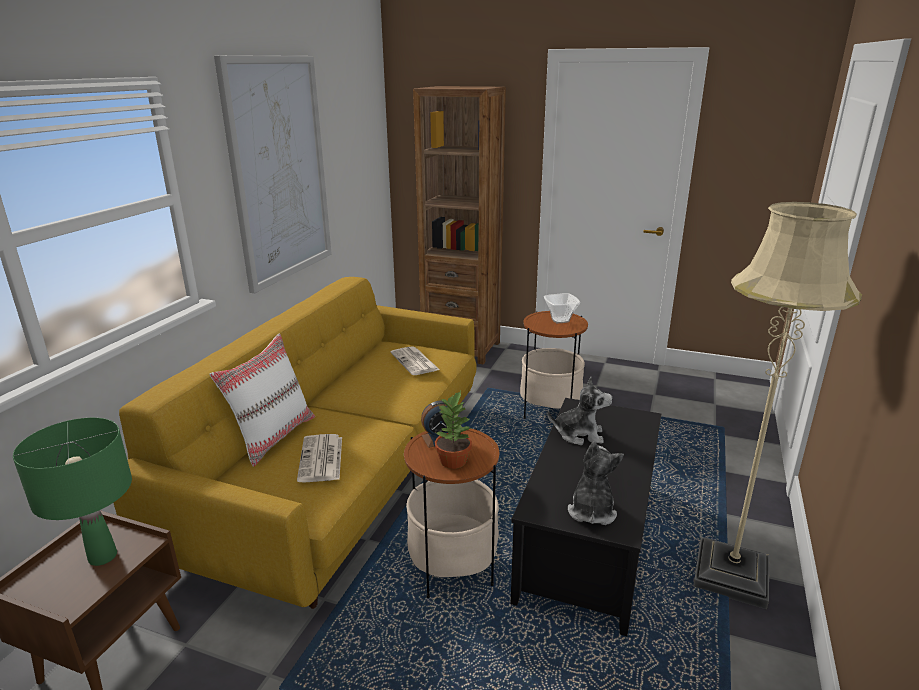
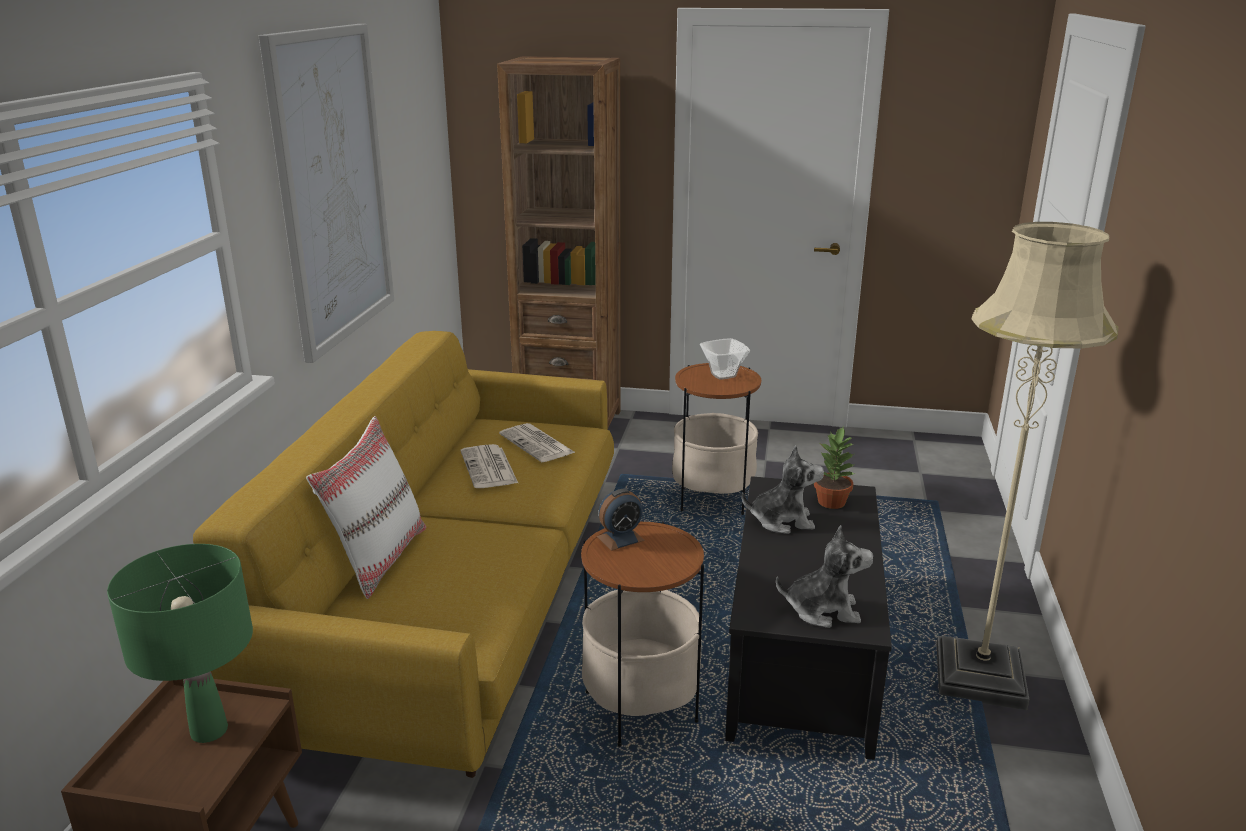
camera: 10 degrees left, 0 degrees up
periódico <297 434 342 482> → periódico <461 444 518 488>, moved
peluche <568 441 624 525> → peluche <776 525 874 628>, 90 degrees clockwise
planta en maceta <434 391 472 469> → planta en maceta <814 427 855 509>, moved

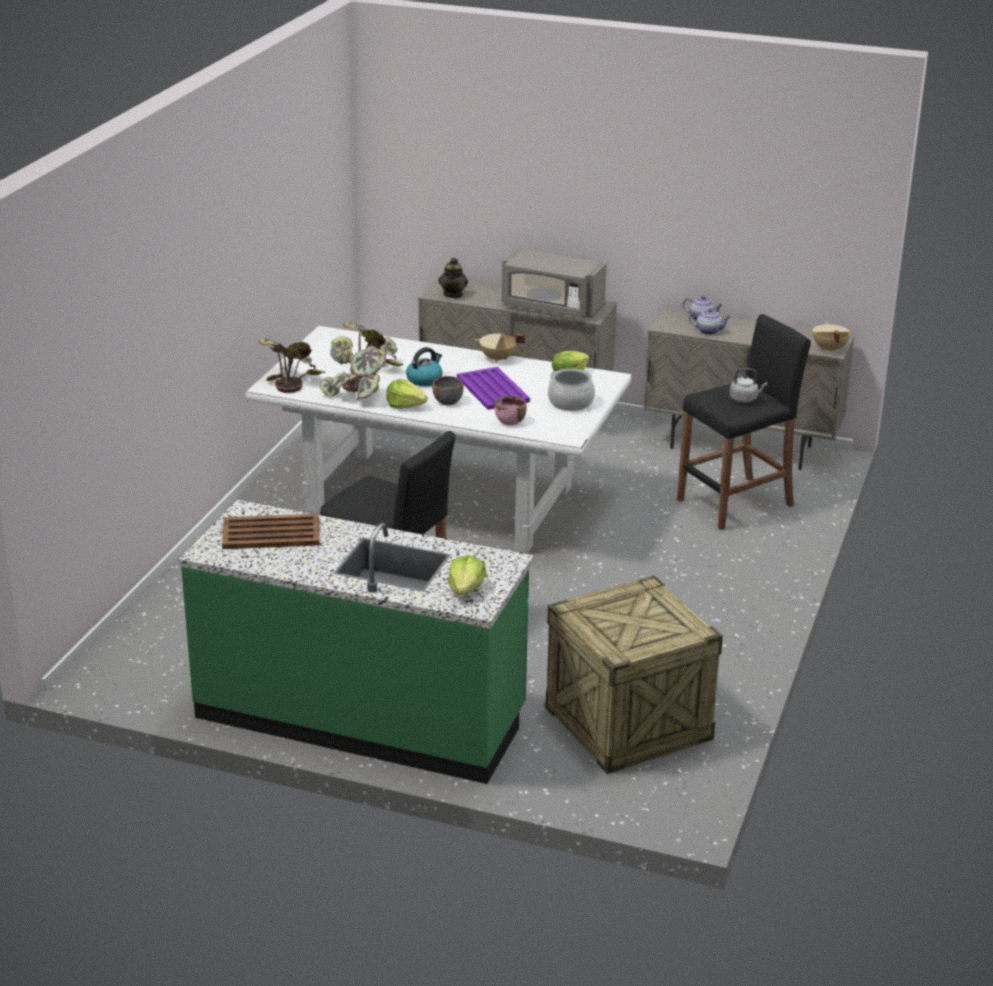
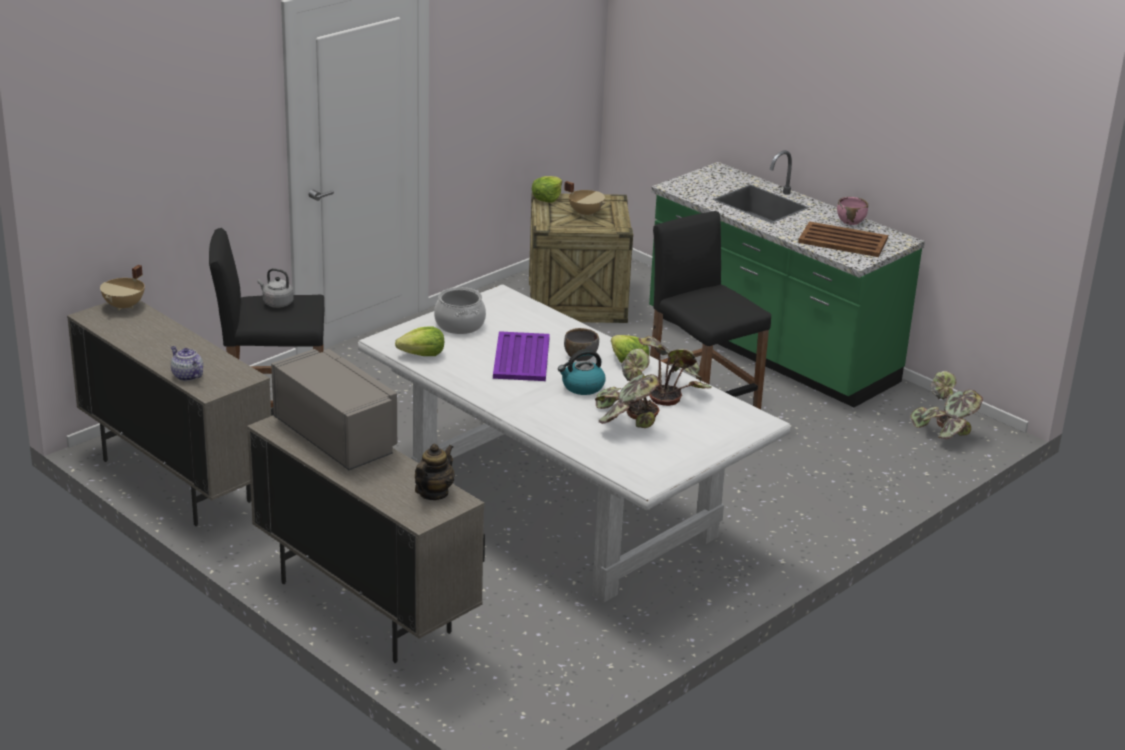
camera: 155 degrees left, 0 degrees up
lechuga <448 555 486 595> → lechuga <532 176 562 203>, moved
olla/beis <475 334 526 363> → olla/beis <564 181 606 216>, moved
cuenco/rosa <495 395 527 425> → cuenco/rosa <837 197 868 225>, moved
planta en maceta <258 337 326 393> → planta en maceta <911 371 983 439>, moved
tetera <689 308 731 335> → -

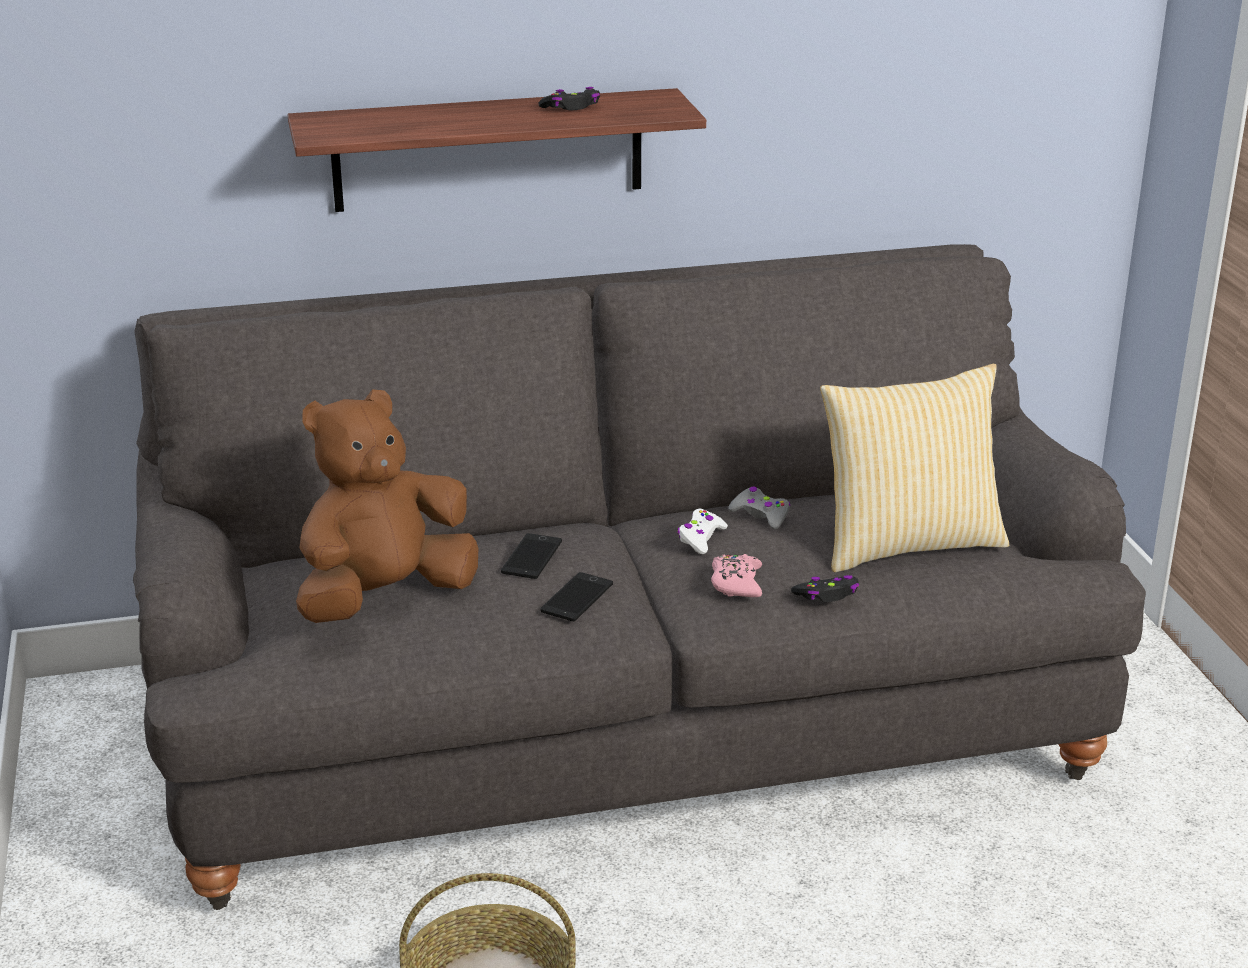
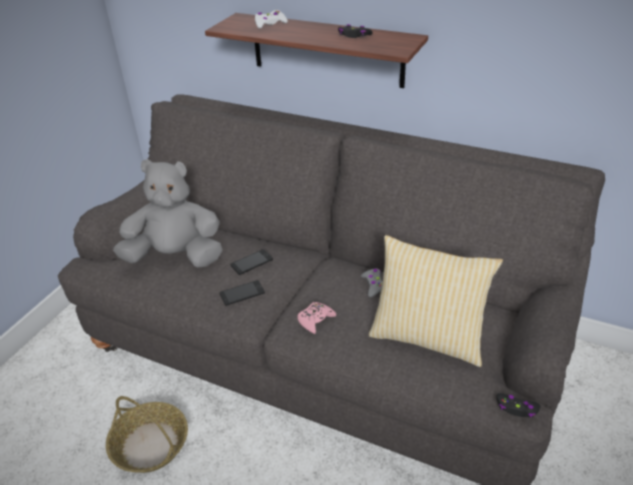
camera: 40 degrees right, 10 degrees up
peluche/marrón <296 389 478 623> → peluche/gris <113 159 222 268>
mando de consola/blanco <677 509 728 554> → mando de consola/blanco <255 10 288 29>, moved
mando de consola/negro <791 575 859 602> → mando de consola/negro <496 393 541 417>, moved

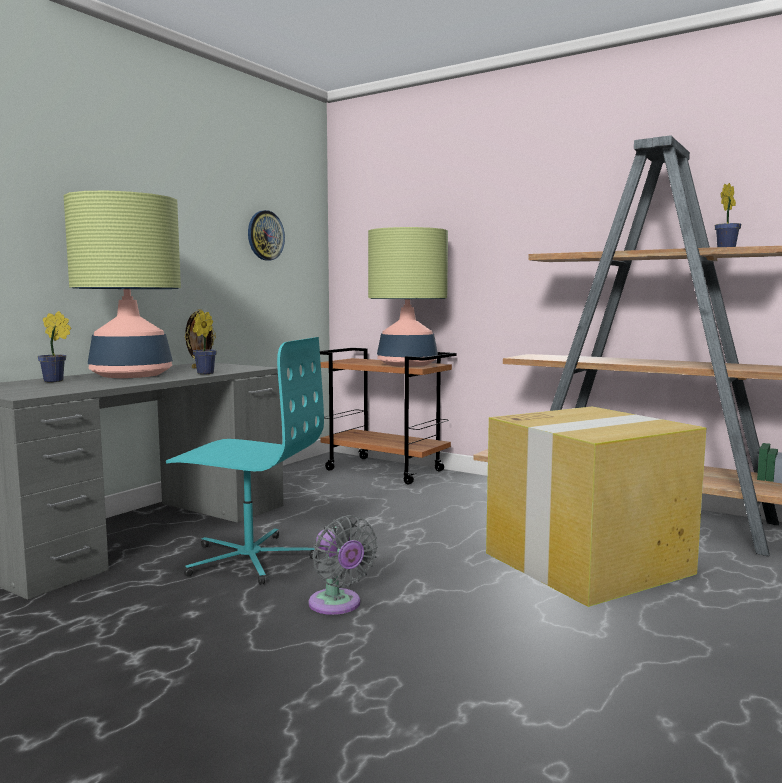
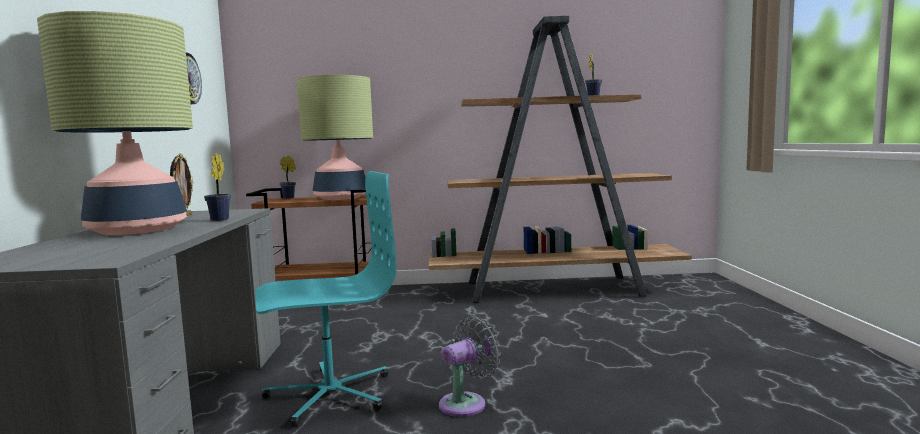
camera: 35 degrees left, 0 degrees up
planta en maceta <38 311 71 382> → planta en maceta <279 155 296 199>, moved
ventilador/gris <309 515 378 615> → ventilador/gris <439 316 501 417>, 60 degrees counterclockwise
caja de cartón <486 407 706 607> → -

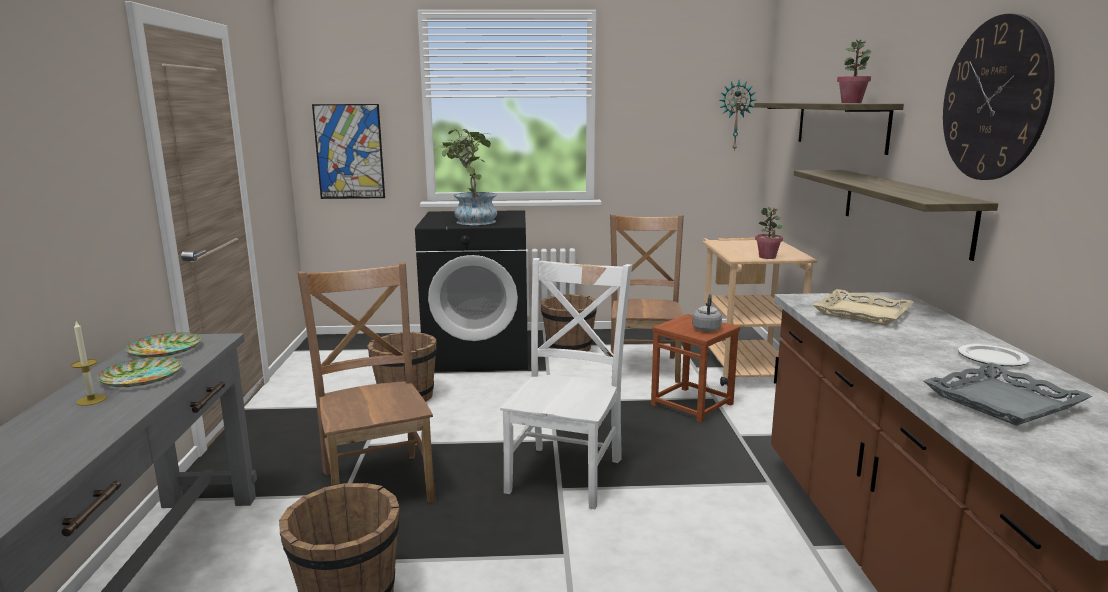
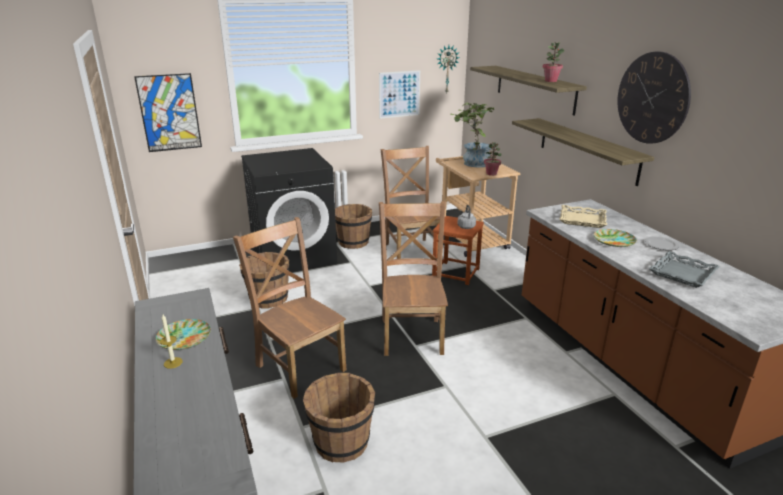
camera: 20 degrees left, 10 degrees up
- → cuadro <379 70 420 119>
silla/blanco <500 258 632 509> → silla/marrón <379 201 448 356>
planta en maceta <433 127 497 225> → planta en maceta <450 102 495 167>, moved
plato <125 332 201 358> → plato <594 229 637 247>, moved

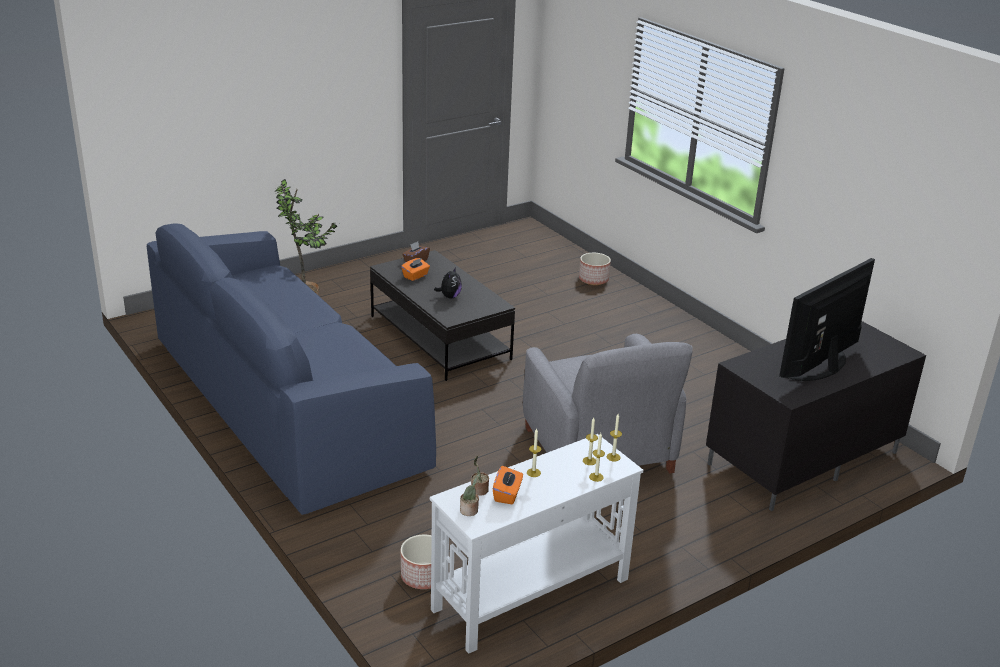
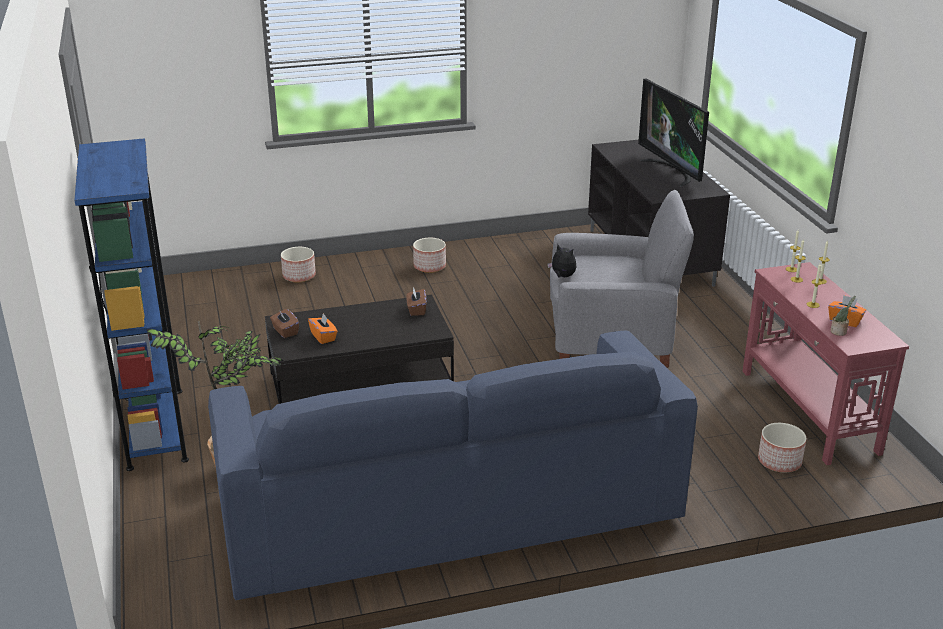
camera: 70 degrees left, 0 degrees up
- → estantería/azul <75 138 189 471>
- → caja de pañuelos/marrón <407 287 427 316>
- → maceta <413 238 446 273>
peluche <434 267 462 299> → peluche <547 244 577 278>, moved
mesa consola/blanco <430 434 643 654> → mesa consola/rojo <742 262 909 465>
planta en maceta <460 473 480 516> → -

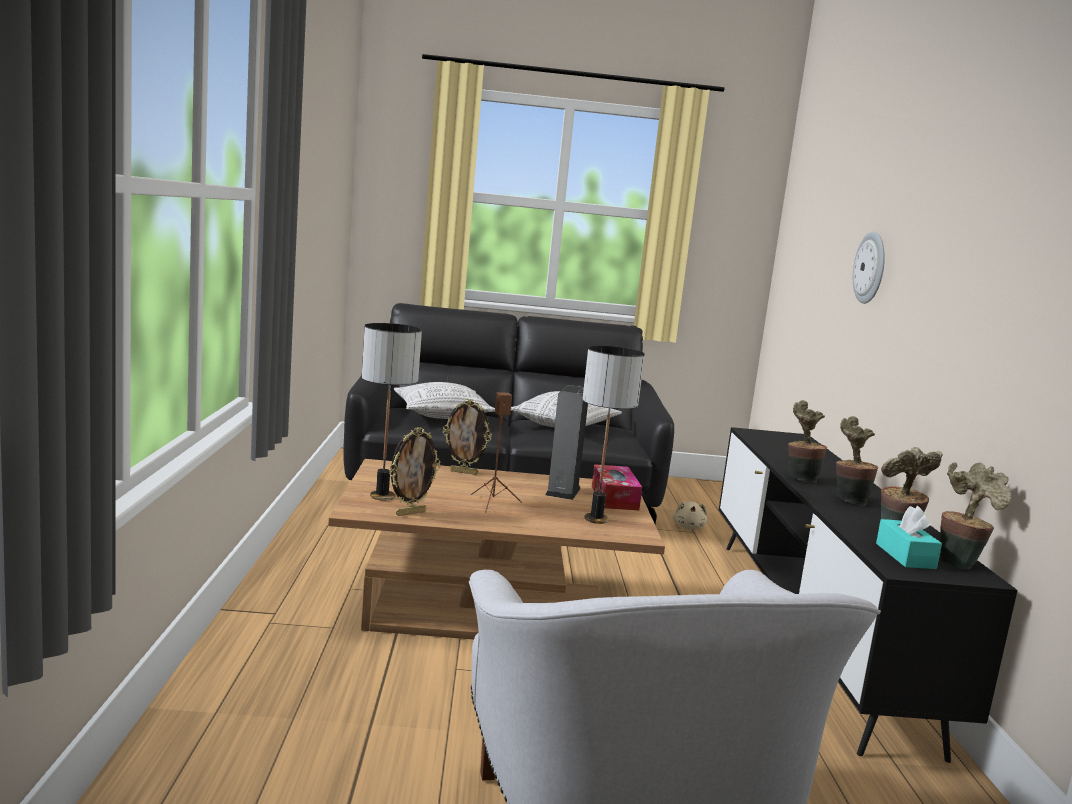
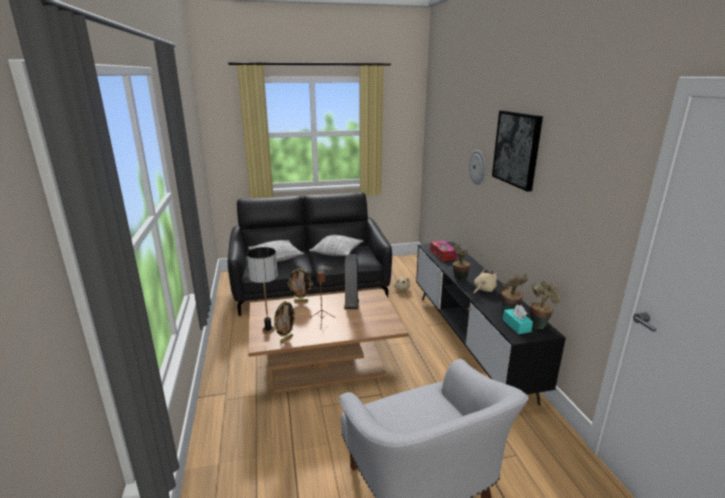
camera: 10 degrees left, 10 degrees up
caja de pañuelos <592 464 642 510> → caja de pañuelos <430 241 457 261>, moved
planta en maceta <836 416 878 505> → peluche/beis <473 269 497 294>
- → cuadro <492 110 543 192>
lámpara de mesa <582 346 645 524> → -

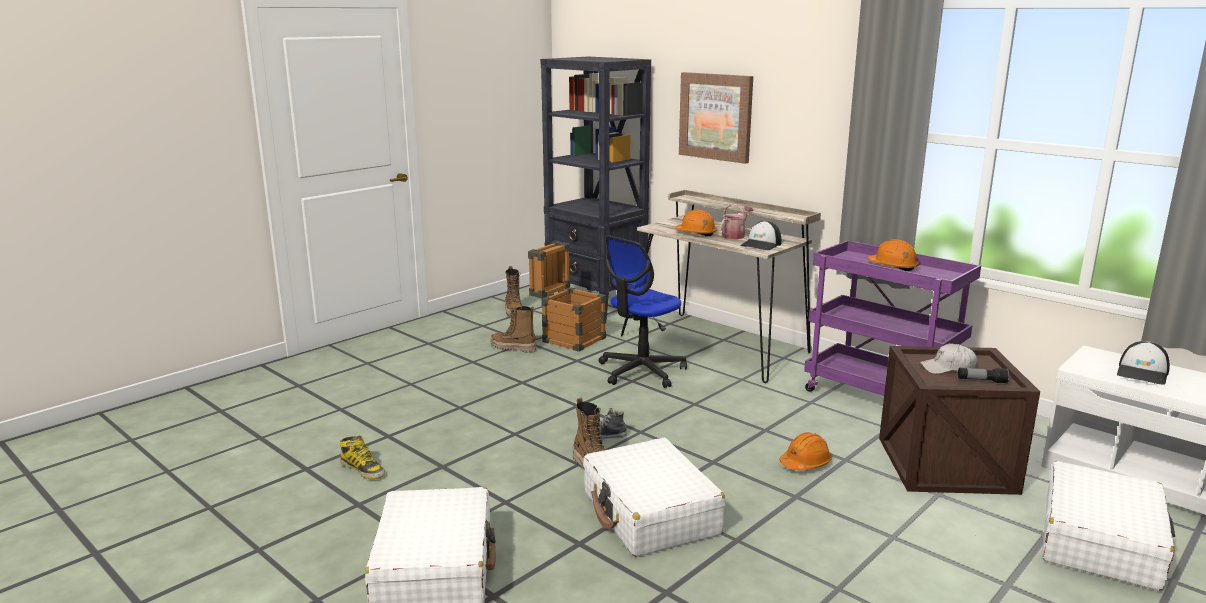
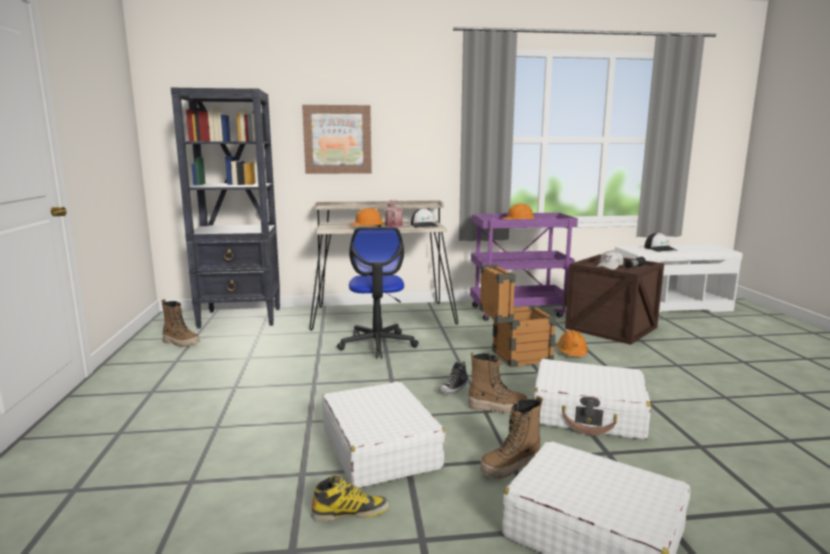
camera: 50 degrees left, 5 degrees down
maleta/blanco <1042 461 1175 591> → maleta/blanco <322 382 446 488>, moved
caja de embalaje <528 242 606 352> → caja de embalaje <480 264 556 367>, moved
bota <491 306 537 353> → bota <480 396 543 479>, moved

